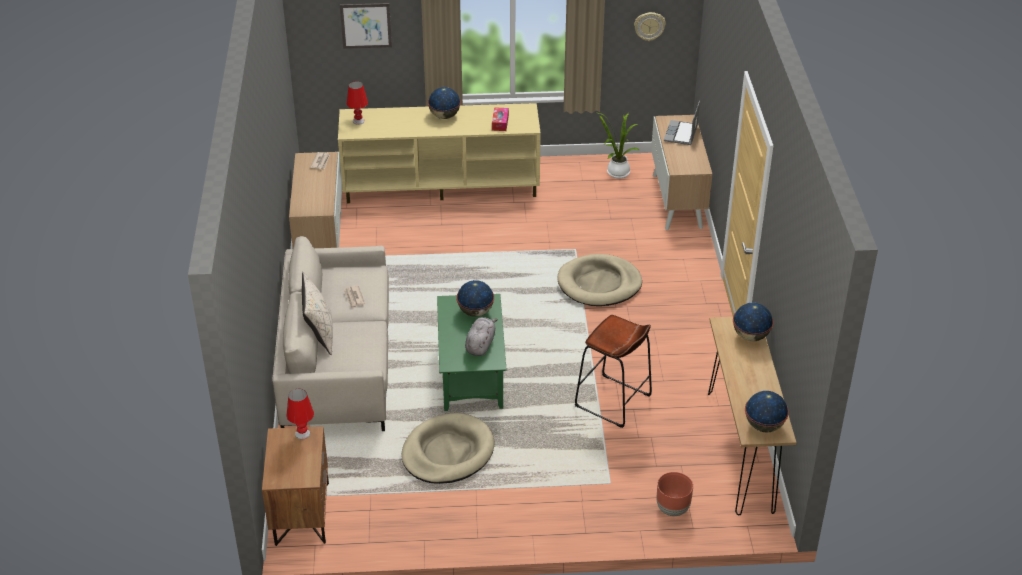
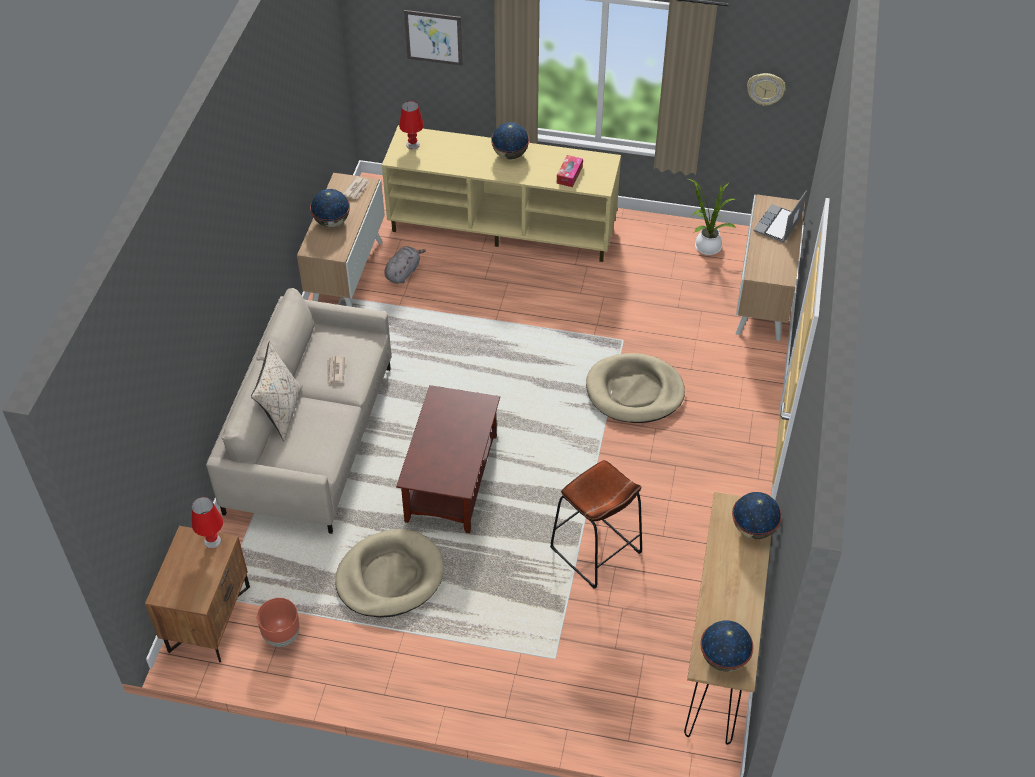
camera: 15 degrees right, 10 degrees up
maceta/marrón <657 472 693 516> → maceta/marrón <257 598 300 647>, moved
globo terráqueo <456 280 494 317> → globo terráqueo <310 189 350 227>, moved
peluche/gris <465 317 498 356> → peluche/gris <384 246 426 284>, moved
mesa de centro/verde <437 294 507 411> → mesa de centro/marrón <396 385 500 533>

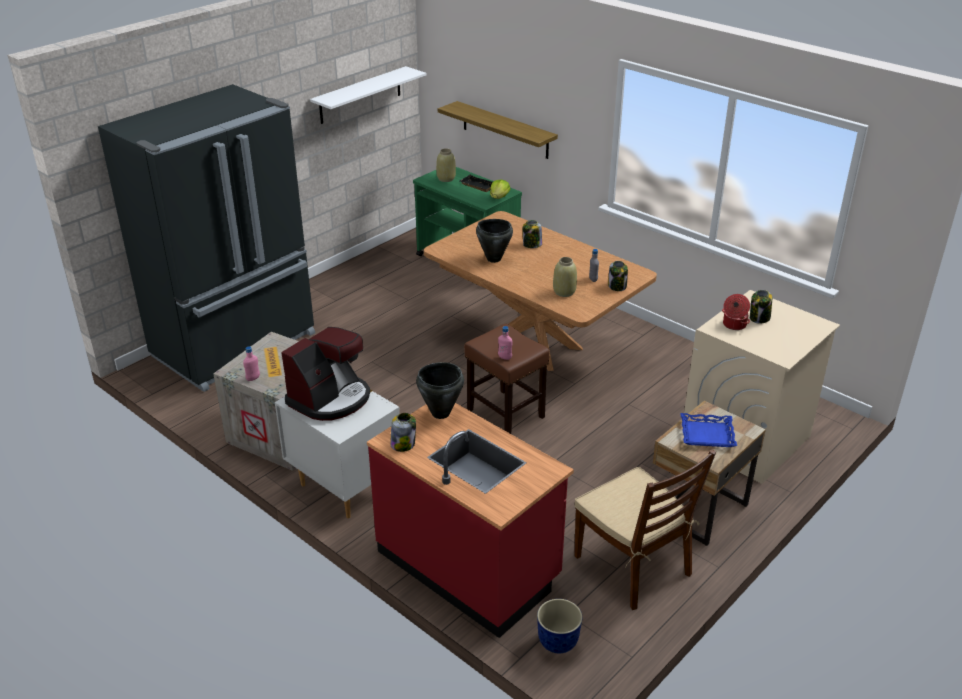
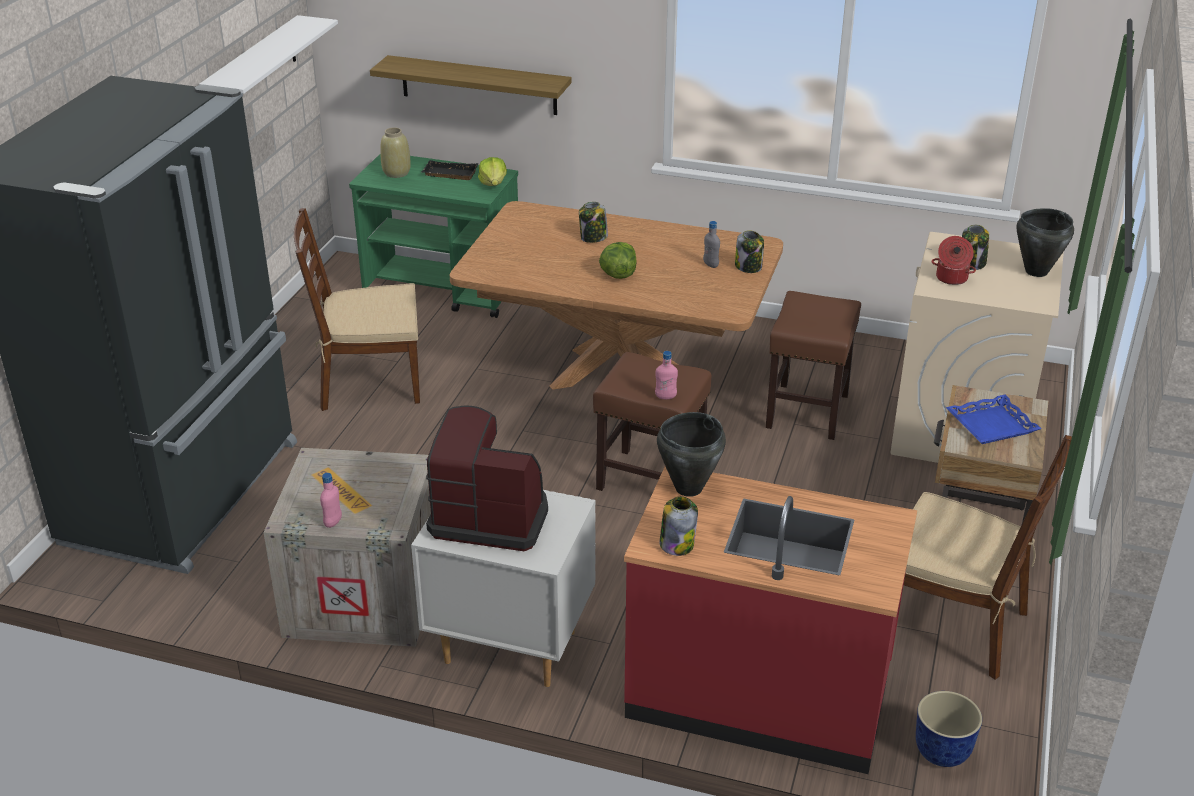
camera: 25 degrees left, 0 degrees up
- → silla/marrón <294 208 420 411>
cafetera <281 327 370 421> → cafetera <426 405 548 551>, 90 degrees counterclockwise
- → lechuga <599 242 637 279>
- → taburete/marrón <766 291 861 440>
olla/negro <476 219 513 263> → olla/negro <1016 208 1074 277>, moved
florero/beis <553 257 577 297> → -

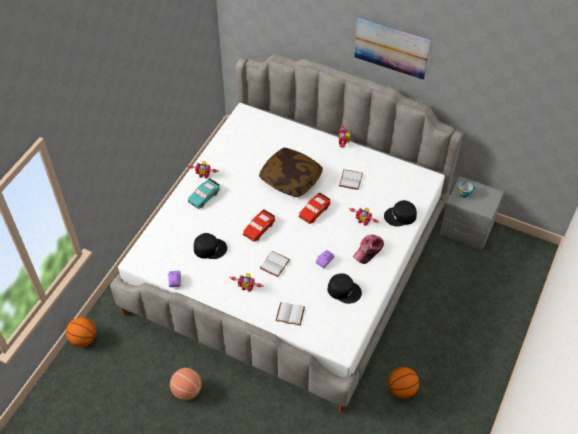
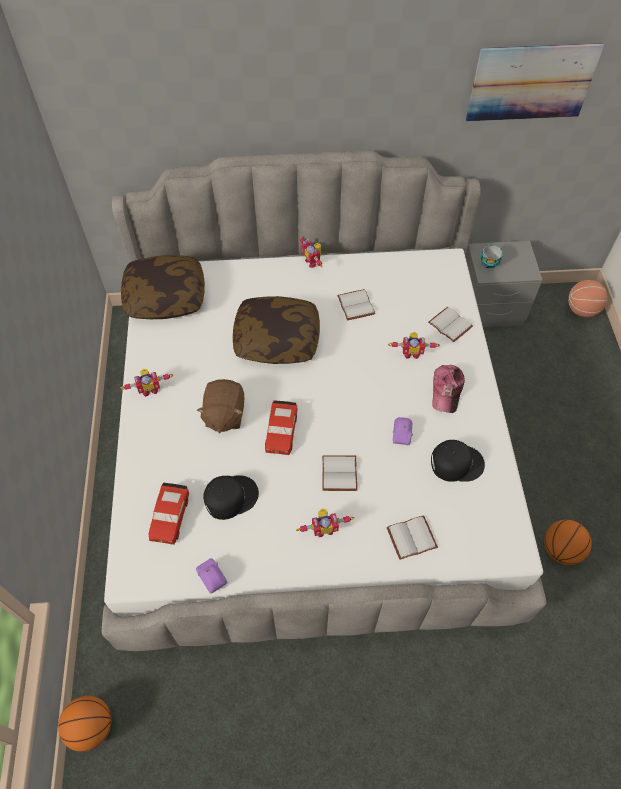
camera: 30 degrees left, 5 degrees up
- → cojín <121 255 205 319>
coche de juguete/rojo <299 192 330 224> → coche de juguete/rojo <148 482 189 545>, moved
- → peluche/marrón <197 379 244 433>
gorra/negro <384 200 417 227> → libro/blanco <428 307 473 342>
cuadro <354 17 431 80> → cuadro <466 43 604 121>, moved
balón de baloncesto <170 368 202 400> → balón de baloncesto <568 280 608 317>, moved
coche de juguete/turquesa <188 178 220 209> → -

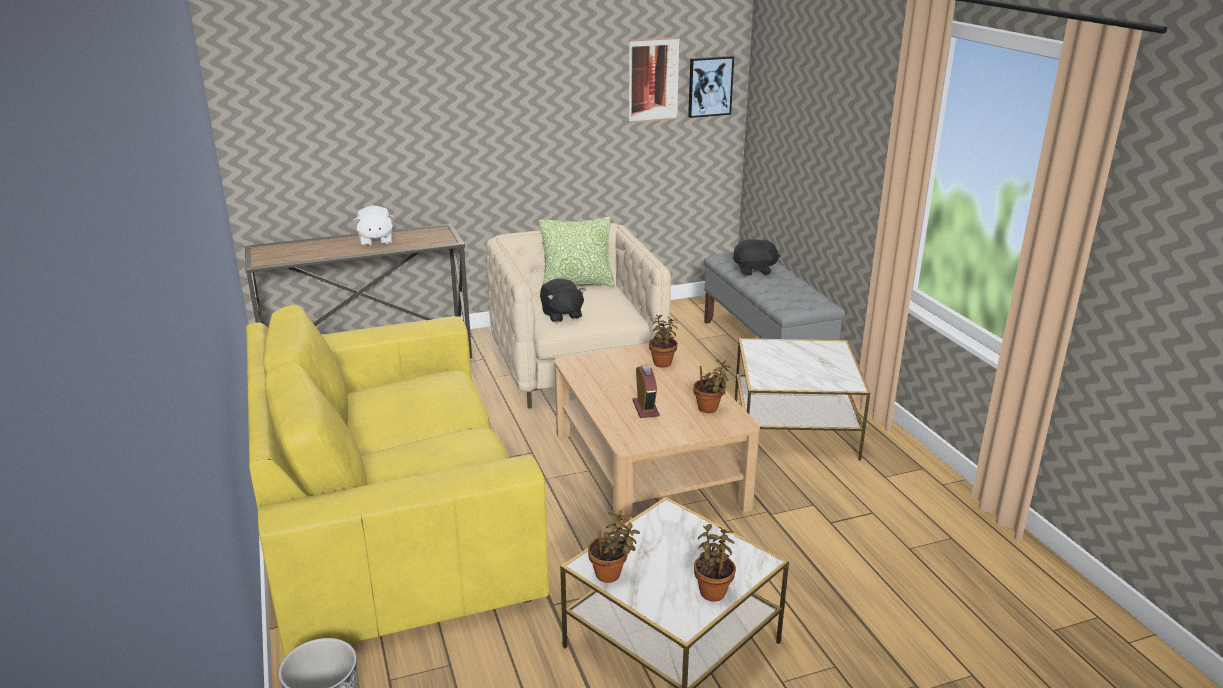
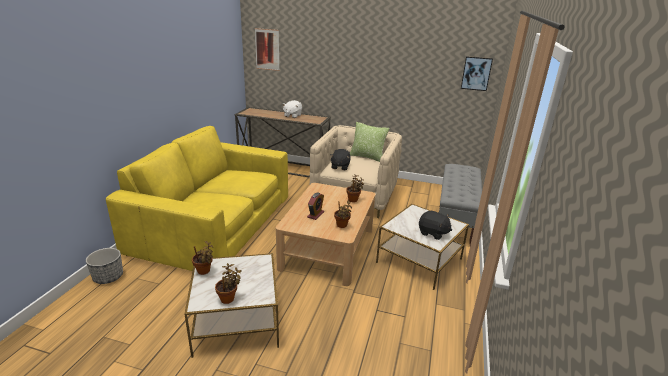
camera: 35 degrees right, 0 degrees up
cuadro <629 37 680 123> → cuadro <255 28 280 71>, moved
peluche/negro <733 239 780 275> → peluche/negro <419 211 452 240>, moved

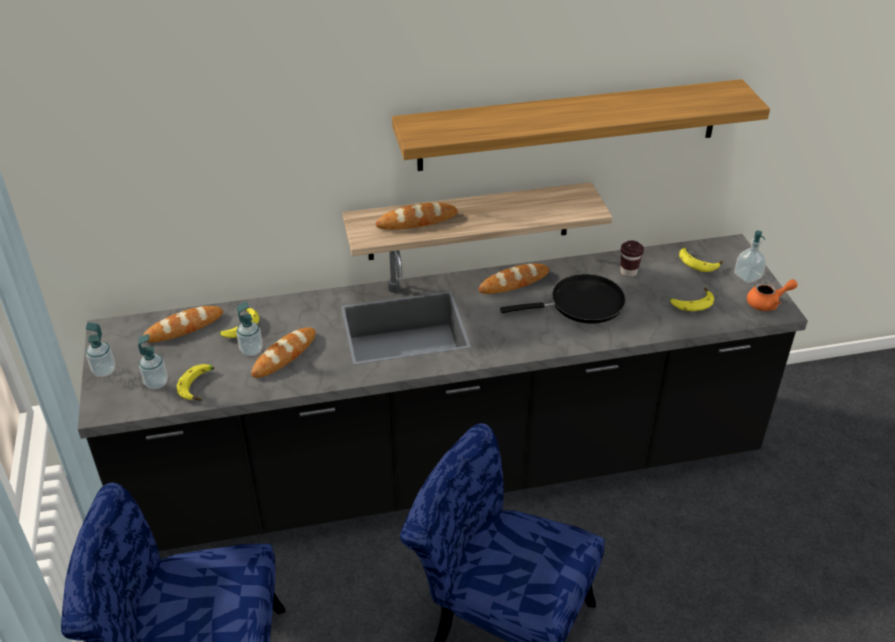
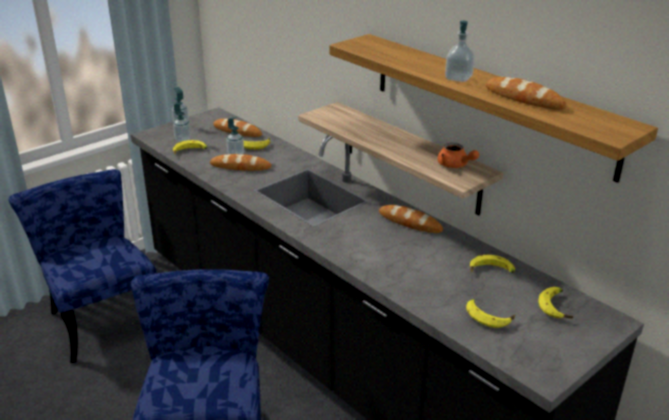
camera: 60 degrees right, 10 degrees down
tetera/naranja <747 279 798 311> → tetera/naranja <437 143 479 168>, moved
dispensador de jabón <734 231 767 283> → dispensador de jabón <445 21 475 82>, moved
taza/marrón <621 240 644 277> → plátano <470 255 515 273>
pan <376 203 458 230> → pan <486 77 566 110>, moved
sartén/negro <500 274 626 324> → -

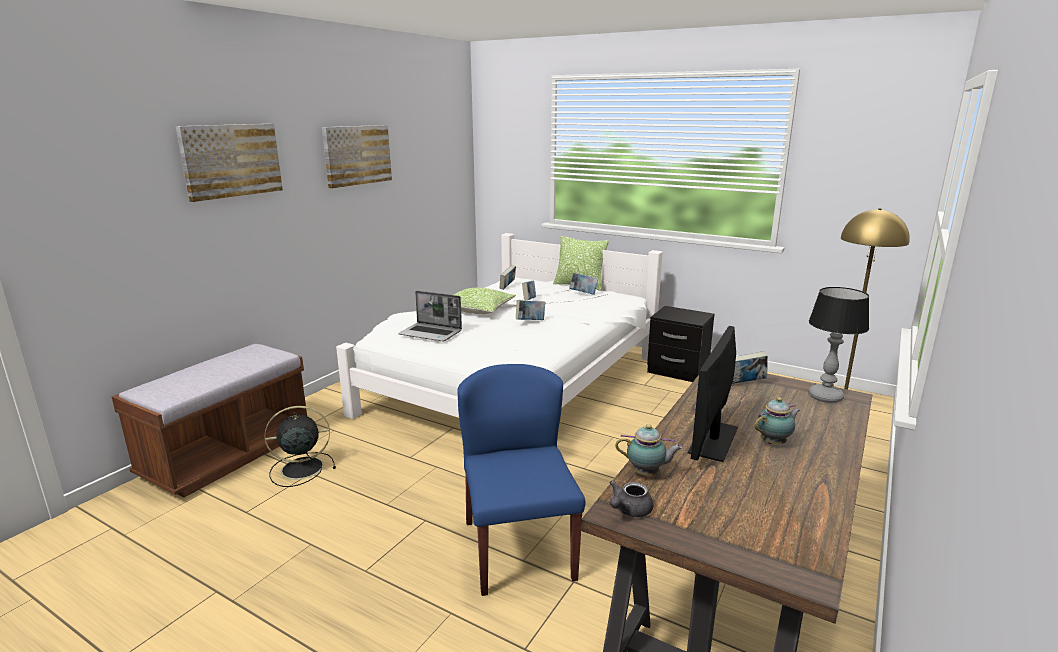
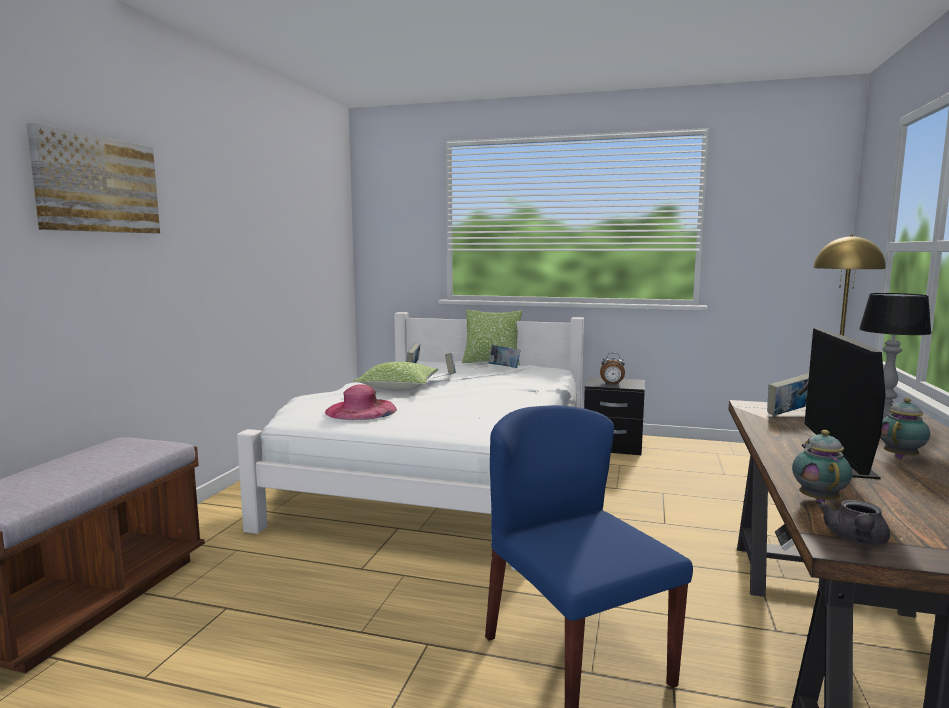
camera: 15 degrees left, 10 degrees down
portátil <398 291 462 342> → sombrero/rosa <325 384 397 420>
- → despertador <600 353 625 385>
tetera <615 424 683 475> → tetera <792 430 852 502>, 75 degrees counterclockwise
ventilador/negro <264 406 336 487> → -
cuadro <322 125 392 188> → -
libro <516 300 545 320> → -

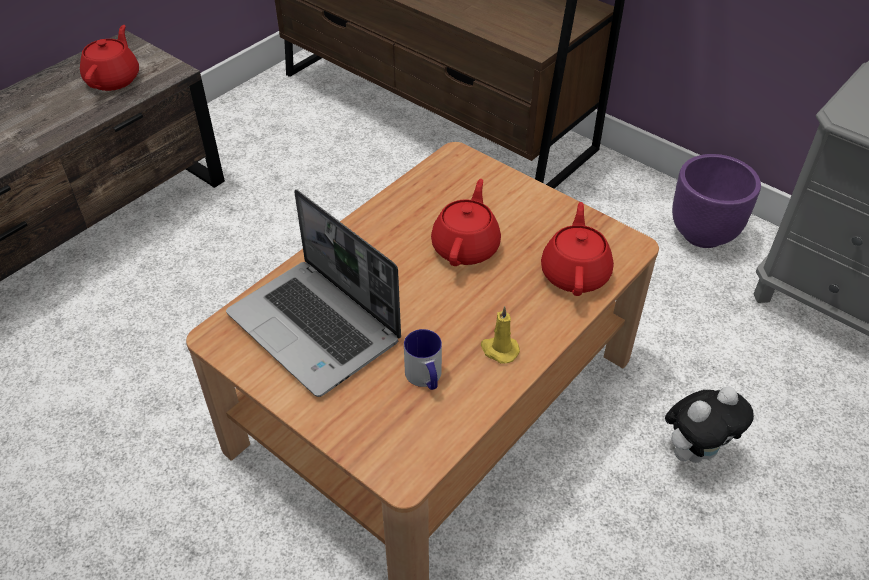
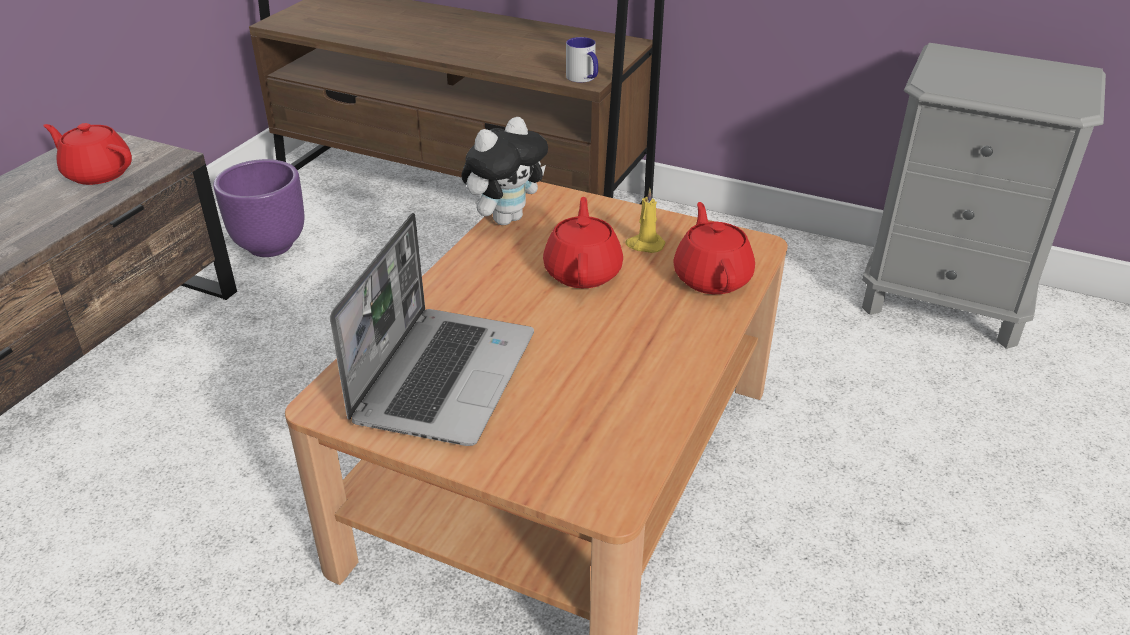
camera: 15 degrees left, 10 degrees down
tetera/rojo <80 25 139 91> → tetera/rojo <43 123 132 185>, 60 degrees counterclockwise
maceta/morado <672 154 761 248> → maceta/morado <214 159 304 257>, moved
portátil <226 189 401 397> → portátil <330 213 534 446>, 105 degrees counterclockwise
peluche <665 387 754 463> → peluche <461 117 548 225>, moved
taza grande <404 329 442 390> → taza grande <566 37 598 83>, moved
vela/amarillo <481 306 520 364> → vela/amarillo <625 188 665 253>, moved

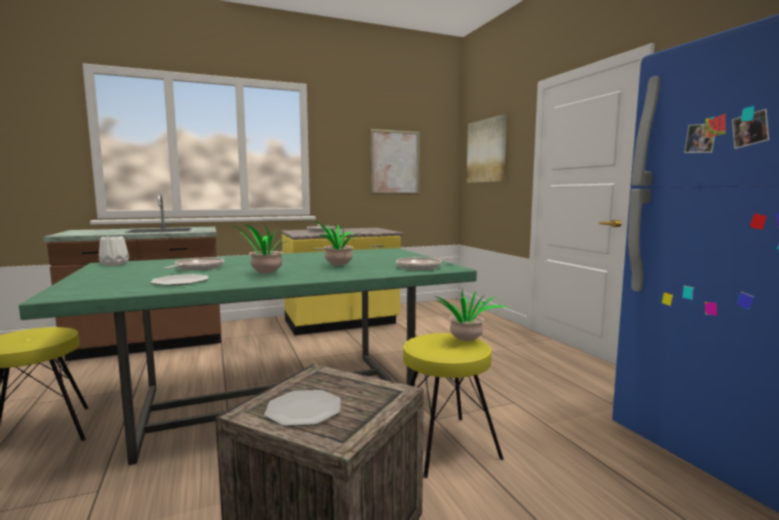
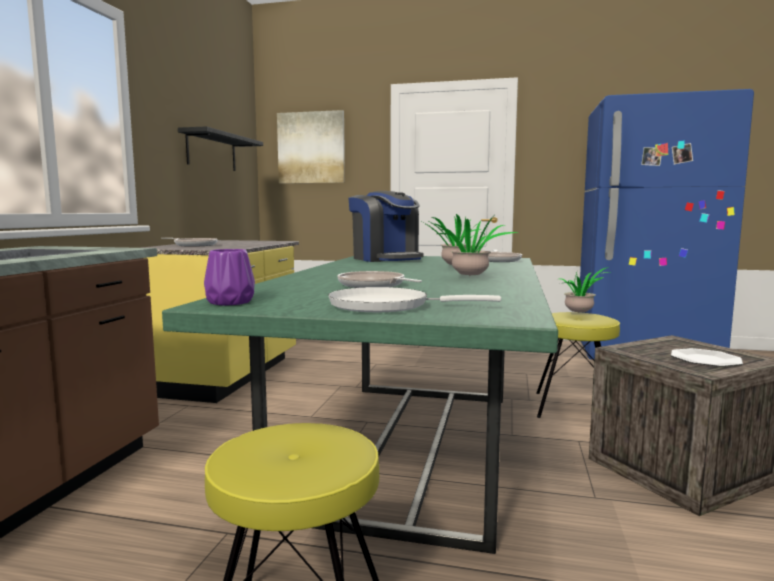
camera: 55 degrees left, 0 degrees up
cuadro <370 129 420 195> → estante/negro <178 126 263 171>
florero/blanco <99 236 129 266> → florero/morado <204 249 255 306>
- → sartén/blanco <328 287 501 312>
- → cafetera <348 191 424 262>
plato <150 274 208 286> → -

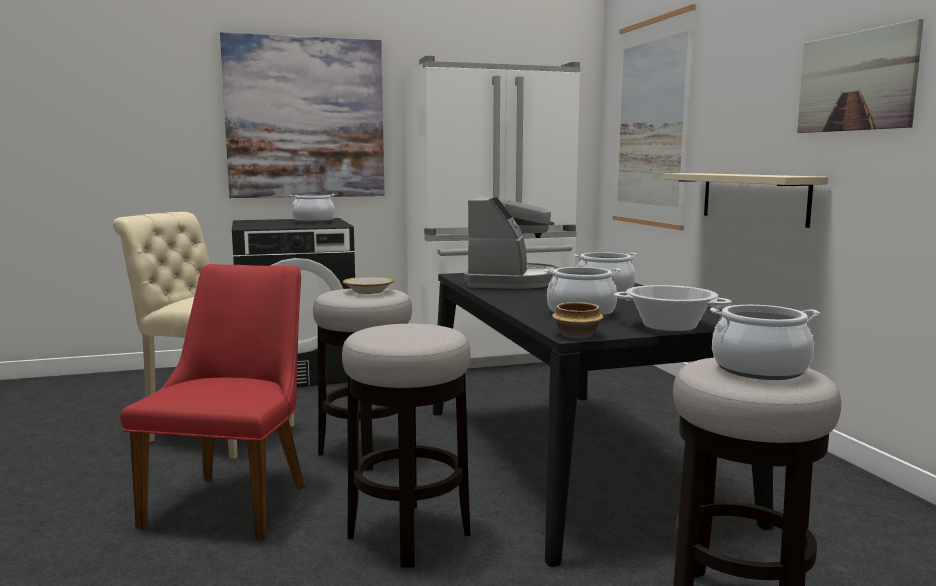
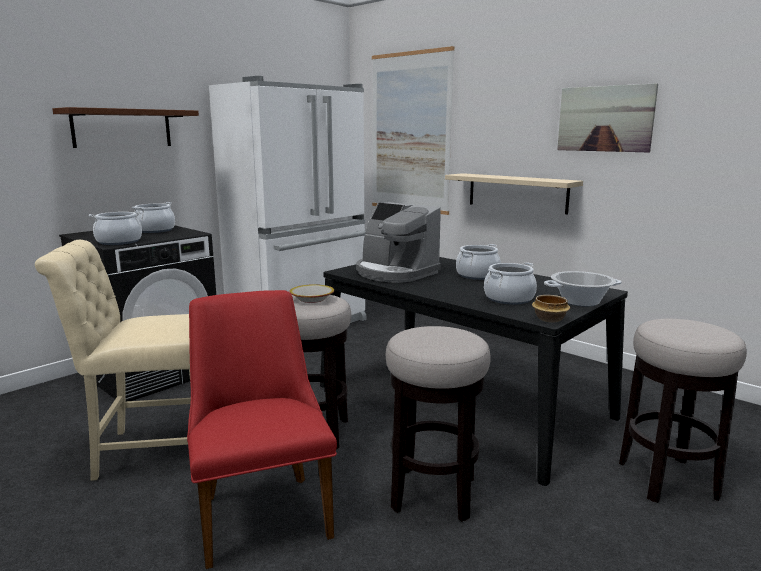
camera: 30 degrees left, 5 degrees up
cuadro <220 32 385 198> → estante/marrón <52 107 199 148>
olla <710 305 820 380> → olla <88 211 142 245>, moved
cafetera <464 196 559 289> → cafetera <356 202 441 283>, 150 degrees clockwise

